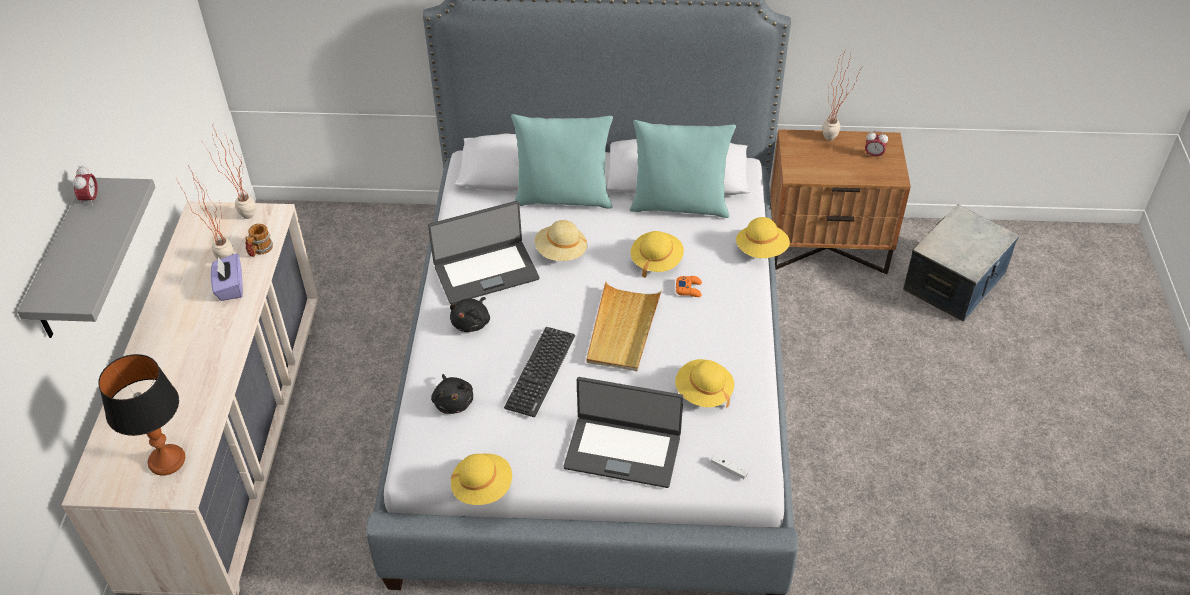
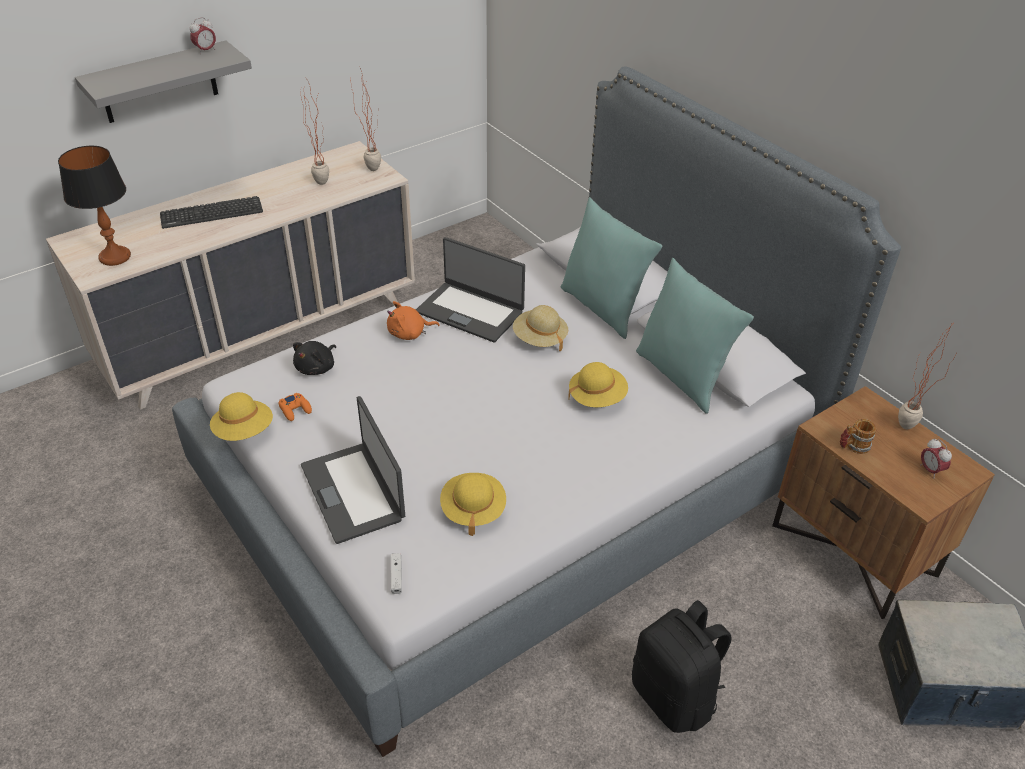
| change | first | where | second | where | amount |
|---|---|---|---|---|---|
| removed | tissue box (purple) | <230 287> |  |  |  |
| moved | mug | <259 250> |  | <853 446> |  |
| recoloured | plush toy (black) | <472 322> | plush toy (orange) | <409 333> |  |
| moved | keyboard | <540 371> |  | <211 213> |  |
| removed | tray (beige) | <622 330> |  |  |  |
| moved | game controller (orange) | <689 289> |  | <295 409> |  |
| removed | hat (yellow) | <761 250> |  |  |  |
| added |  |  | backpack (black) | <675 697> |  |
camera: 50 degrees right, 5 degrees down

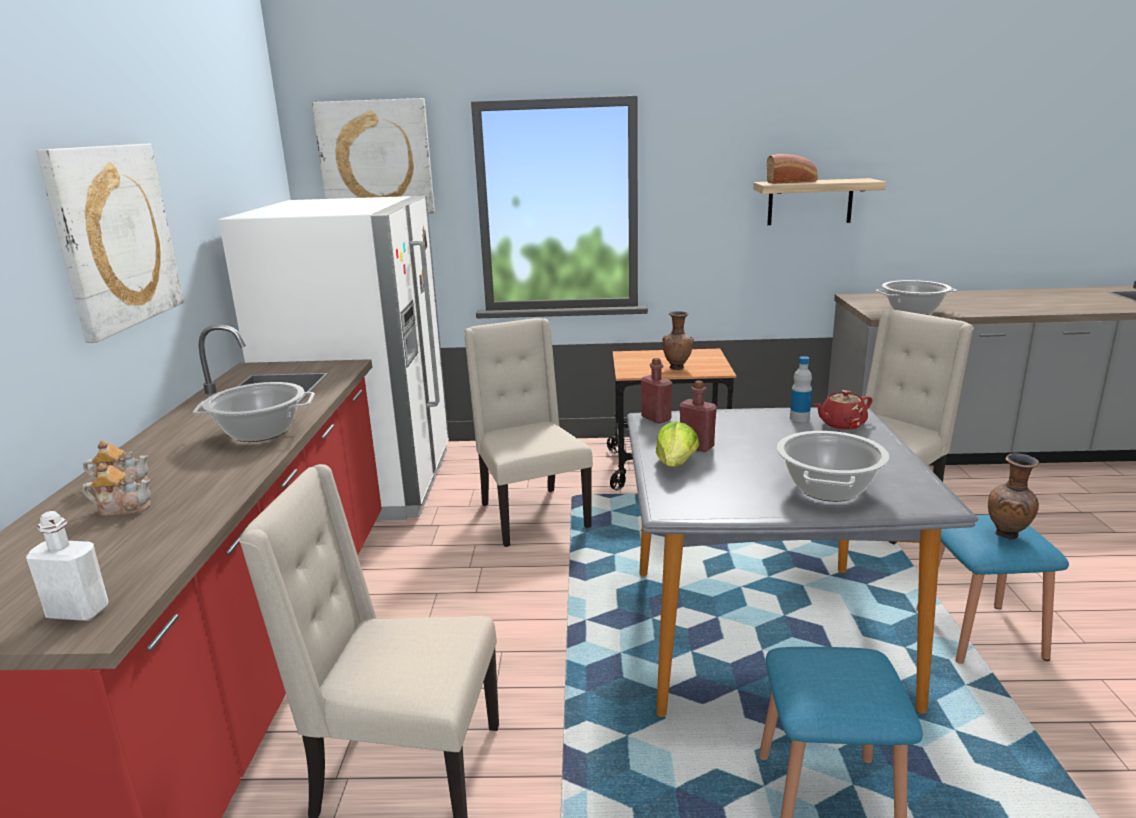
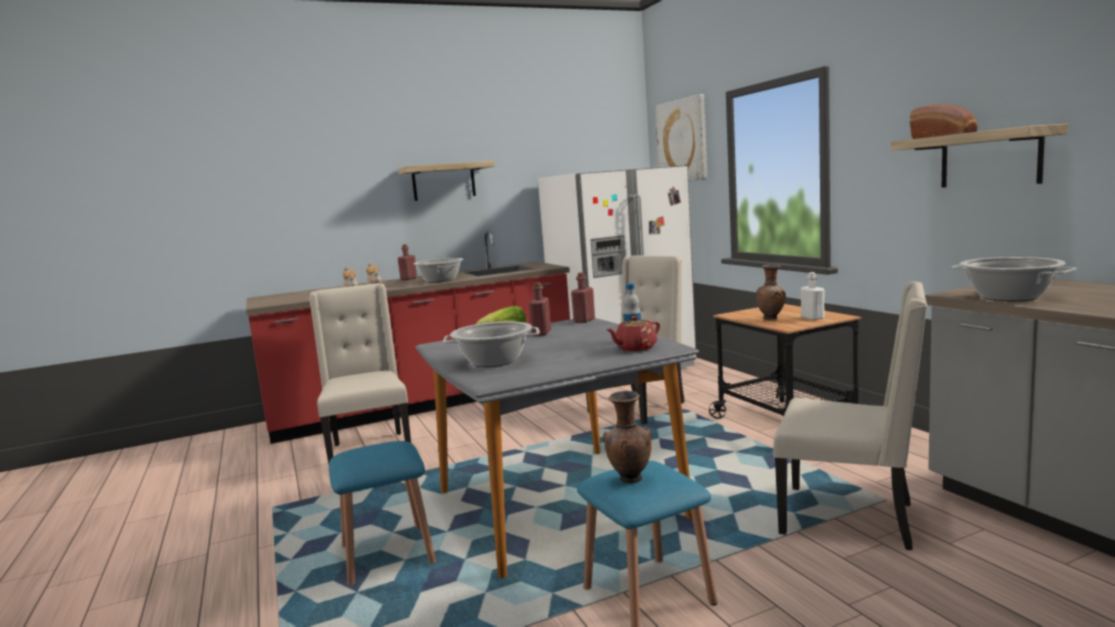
| change | first | where | second | where | amount |
|---|---|---|---|---|---|
| moved | bottle (white) | <78 612> |  | <812 318> |  |
| replaced | picture | <114 237> | shelf | <443 182> |  |
| turned | teapot (red) | <841 424> |  | <635 348> | 75 degrees counterclockwise |
| added |  |  | bottle (red) | <408 279> |  |
camera: 65 degrees right, 10 degrees down

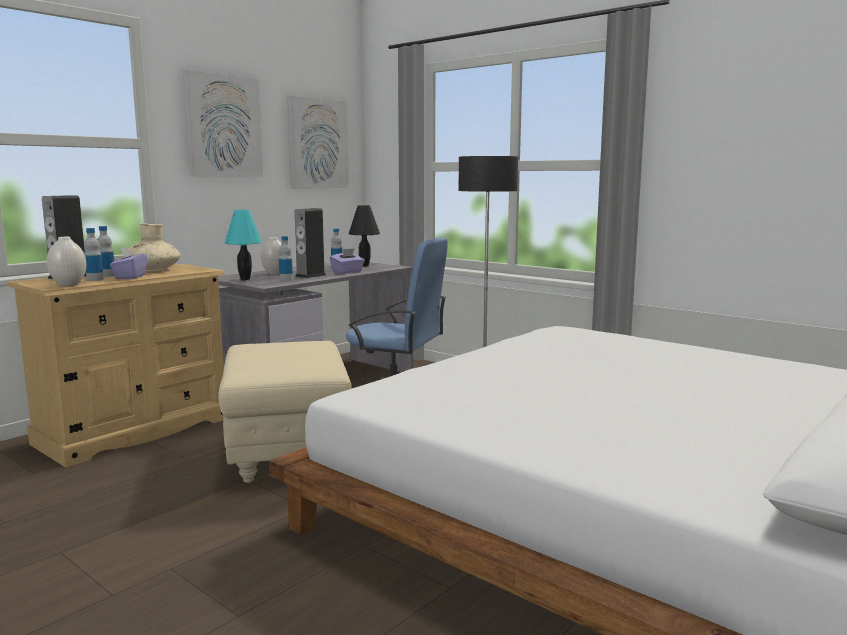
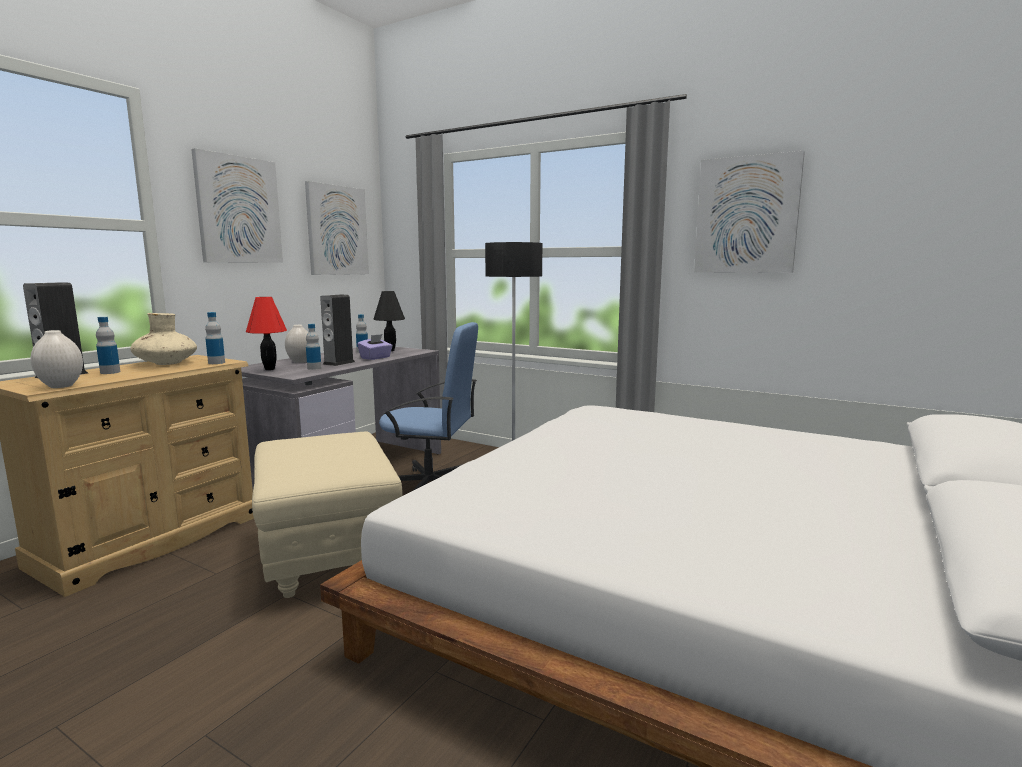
| change | first | where | second | where | amount |
|---|---|---|---|---|---|
| moved | bottle | <95 280> |  | <216 363> |  |
| removed | tissue box (purple) | <130 277> |  |  |  |
| recoloured | table lamp (turquoise) | <245 279> | table lamp (red) | <269 369> |  |
| added |  |  | picture | <746 215> |  |
camera: 10 degrees left, 0 degrees up

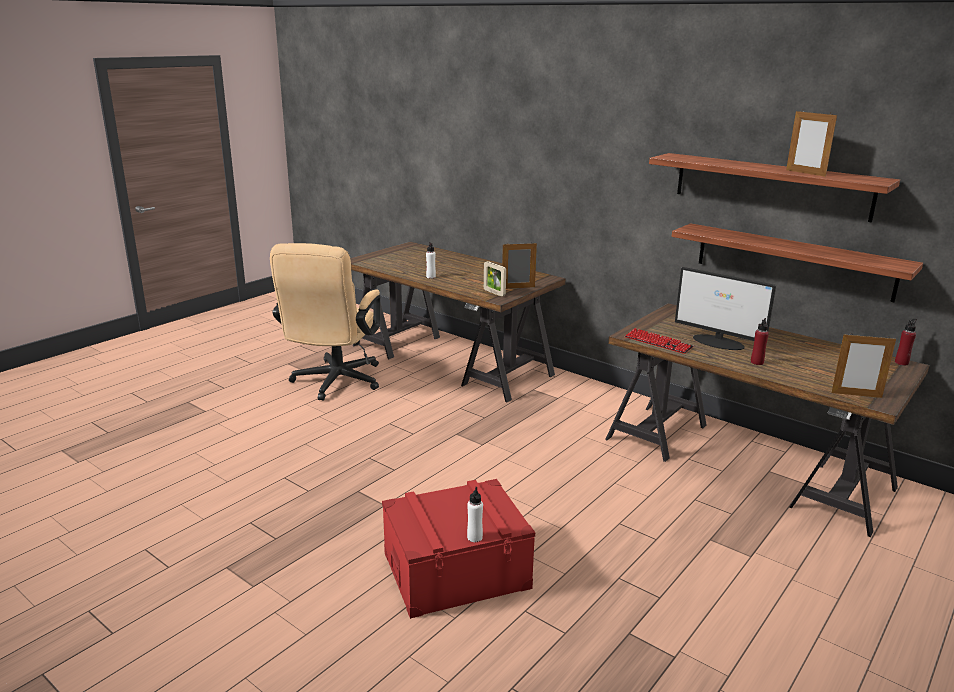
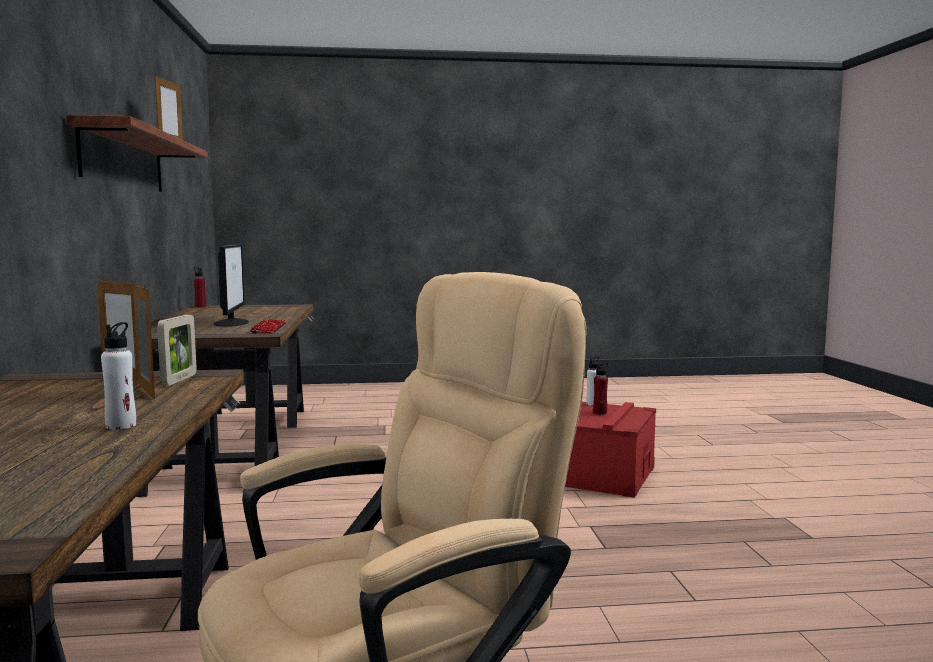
| change | first | where | second | where | amount |
|---|---|---|---|---|---|
| removed | shelf | <793 261> |  |  |  |
| moved | bottle (red) | <757 362> |  | <600 412> |  |
| moved | picture frame | <856 395> |  | <146 391> |  |
camera: 135 degrees left, 15 degrees down

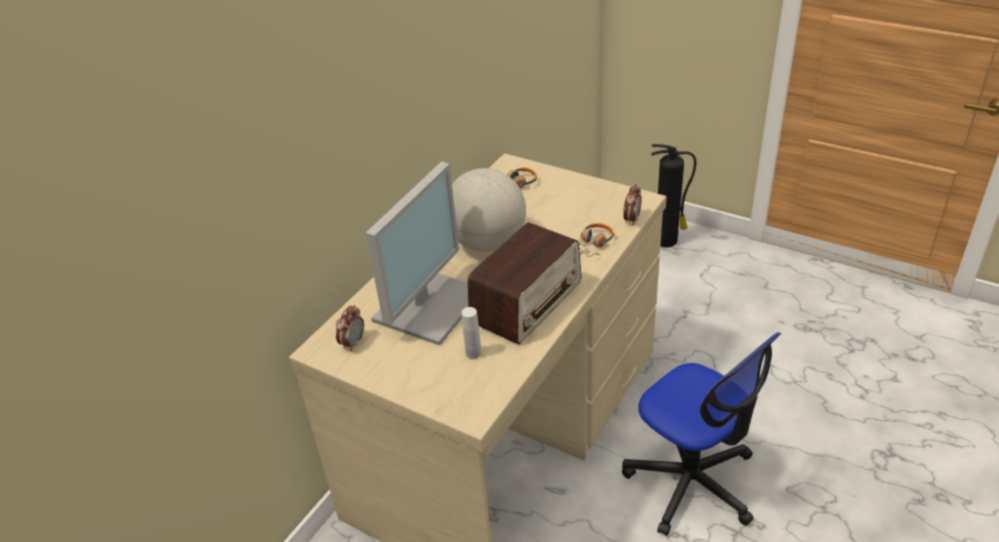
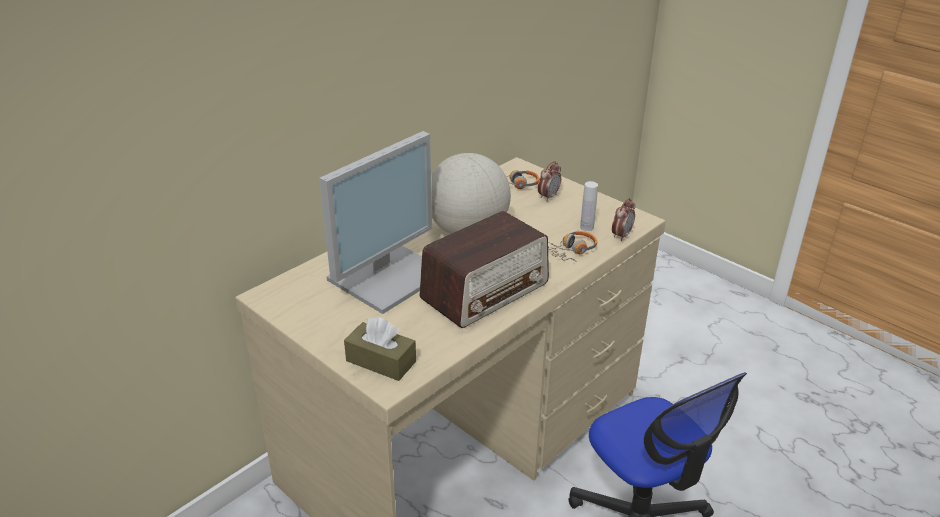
| change | first | where | second | where | amount |
|---|---|---|---|---|---|
| moved | alarm clock | <353 343> |  | <548 196> |  |
| moved | bottle (white) | <473 353> |  | <586 227> |  |
| removed | fire extinguisher | <667 240> |  |  |  |
| added |  |  | tissue box (brown) | <381 361> |  |
camera: 10 degrees right, 5 degrees down

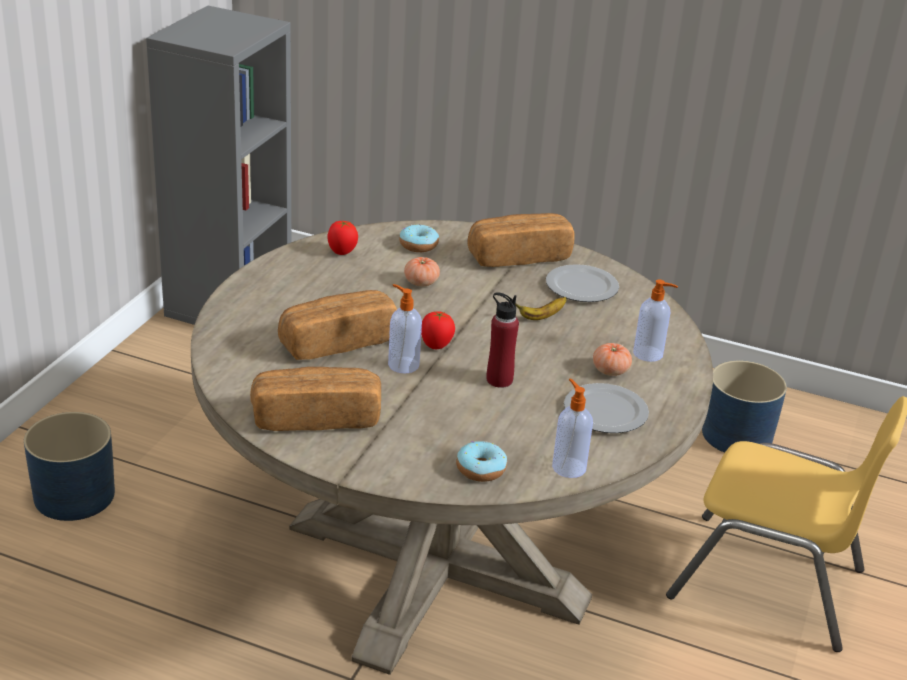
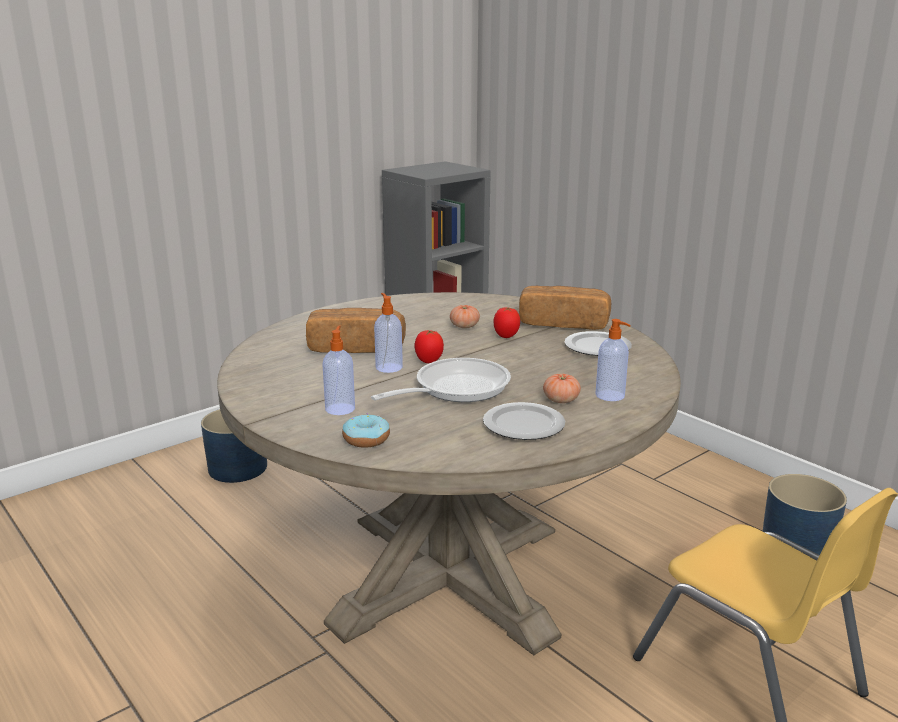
| change | first | where | second | where | amount |
|---|---|---|---|---|---|
| removed | bread | <316 417> |  |  |  |
| moved | tomato | <342 252> |  | <506 336> |  |
| removed | donut | <418 245> |  |  |  |
| replaced | bottle (red) | <499 380> | frying pan | <454 389> |  |
| removed | banana | <541 317> |  |  |  |
| moved | soap dispenser | <568 467> |  | <340 408> |  |
camera: 30 degrees right, 10 degrees down

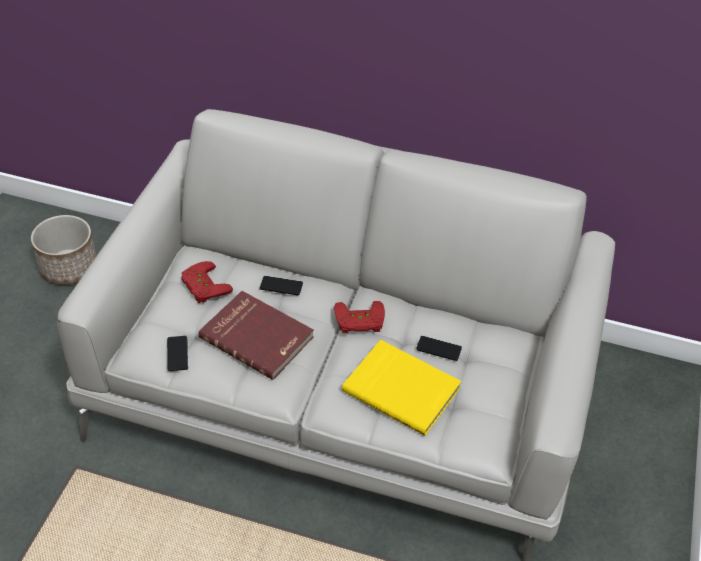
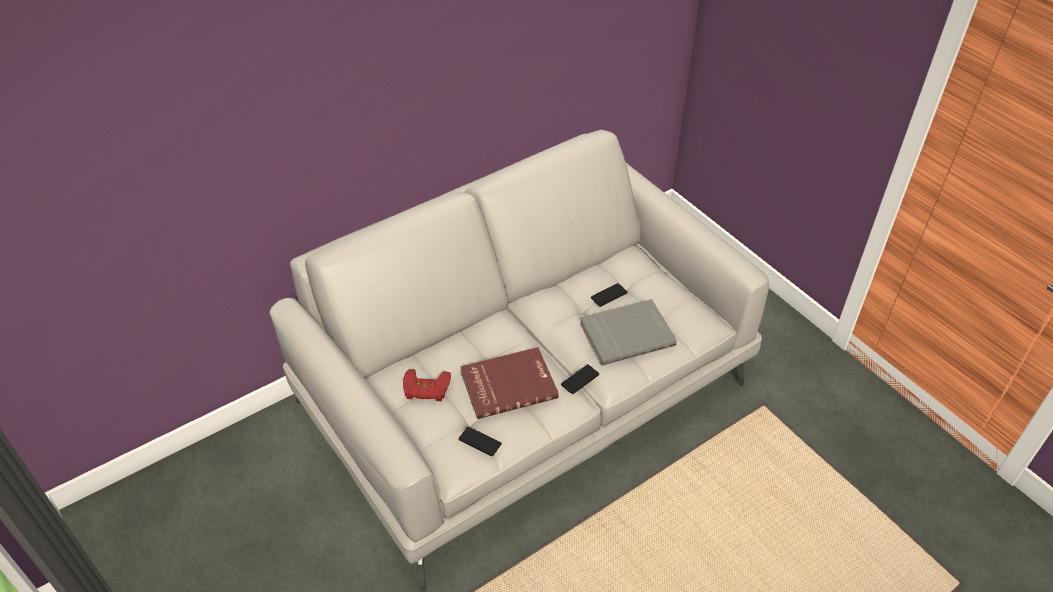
| change | first | where | second | where | amount |
|---|---|---|---|---|---|
| removed | planter | <69 267> |  |  |  |
| moved | phone | <281 286> |  | <580 379> |  |
| removed | game controller (red) | <359 322> |  |  |  |
| recoloured | book (yellow) | <402 388> | book (grey) | <626 333> |  |
camera: 50 degrees left, 0 degrees up

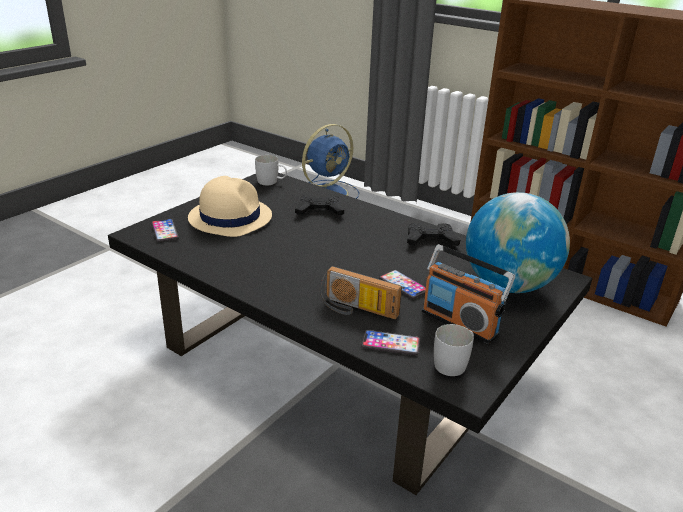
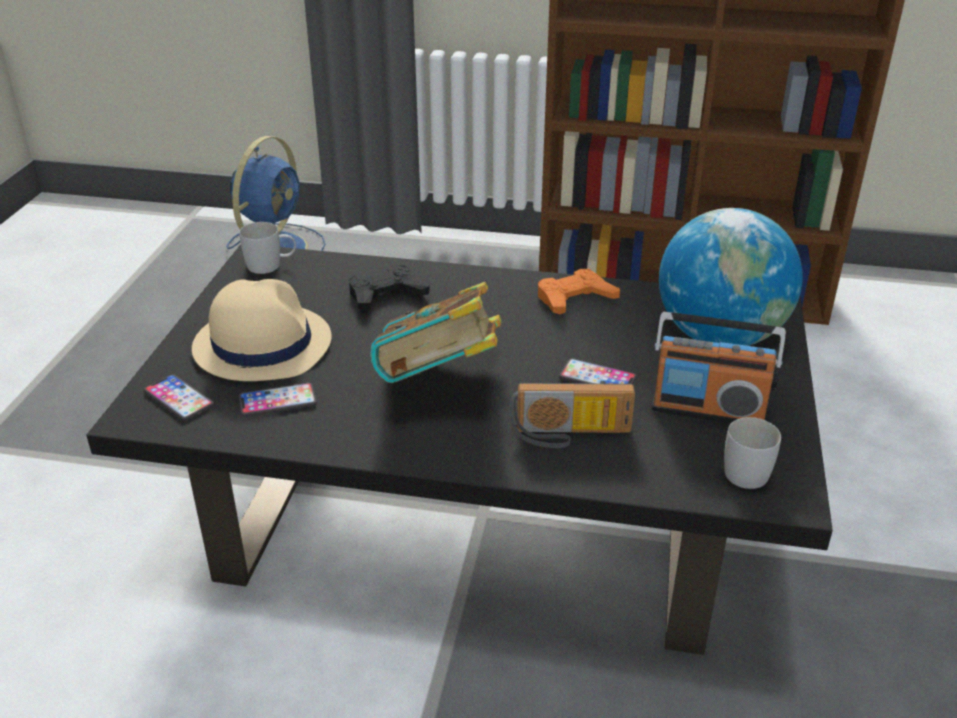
| change | first | where | second | where | amount |
|---|---|---|---|---|---|
| moved | phone | <391 344> |  | <277 401> |  |
| recoloured | game controller (black) | <431 240> | game controller (orange) | <574 298> |  |
| added |  |  | book | <440 382> |  |
camera: 25 degrees left, 5 degrees up

